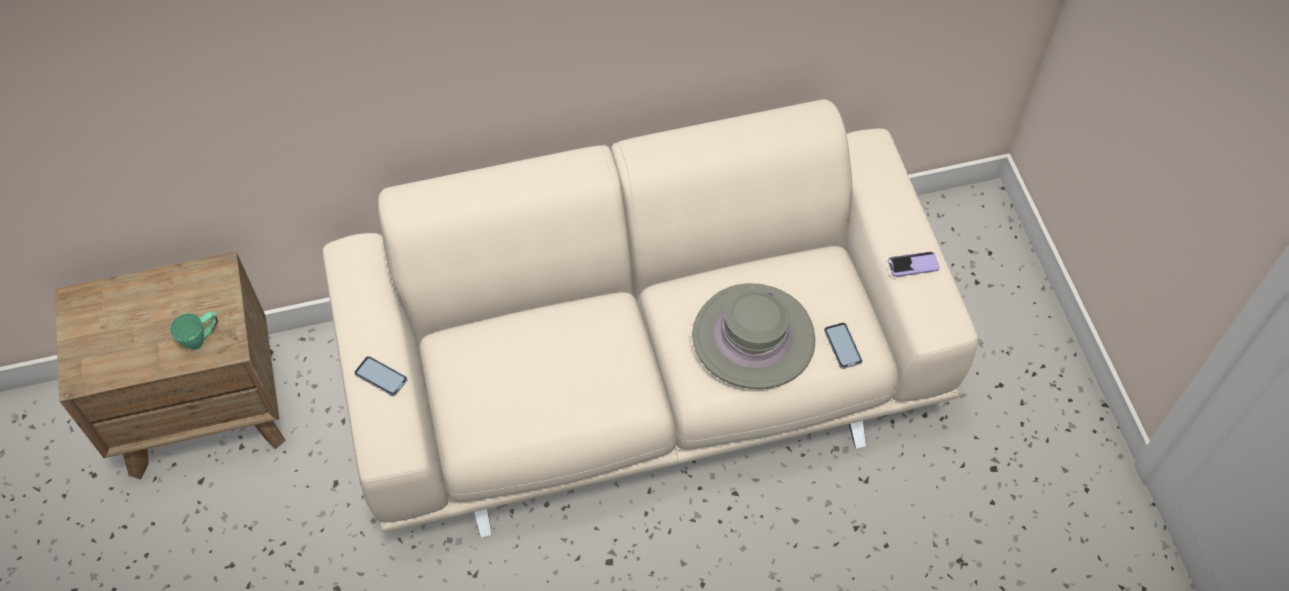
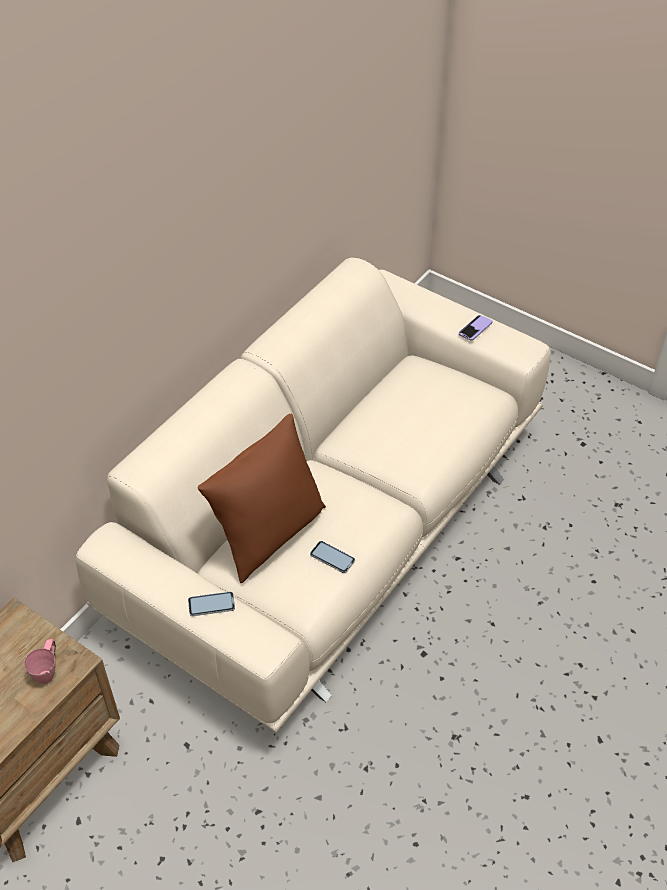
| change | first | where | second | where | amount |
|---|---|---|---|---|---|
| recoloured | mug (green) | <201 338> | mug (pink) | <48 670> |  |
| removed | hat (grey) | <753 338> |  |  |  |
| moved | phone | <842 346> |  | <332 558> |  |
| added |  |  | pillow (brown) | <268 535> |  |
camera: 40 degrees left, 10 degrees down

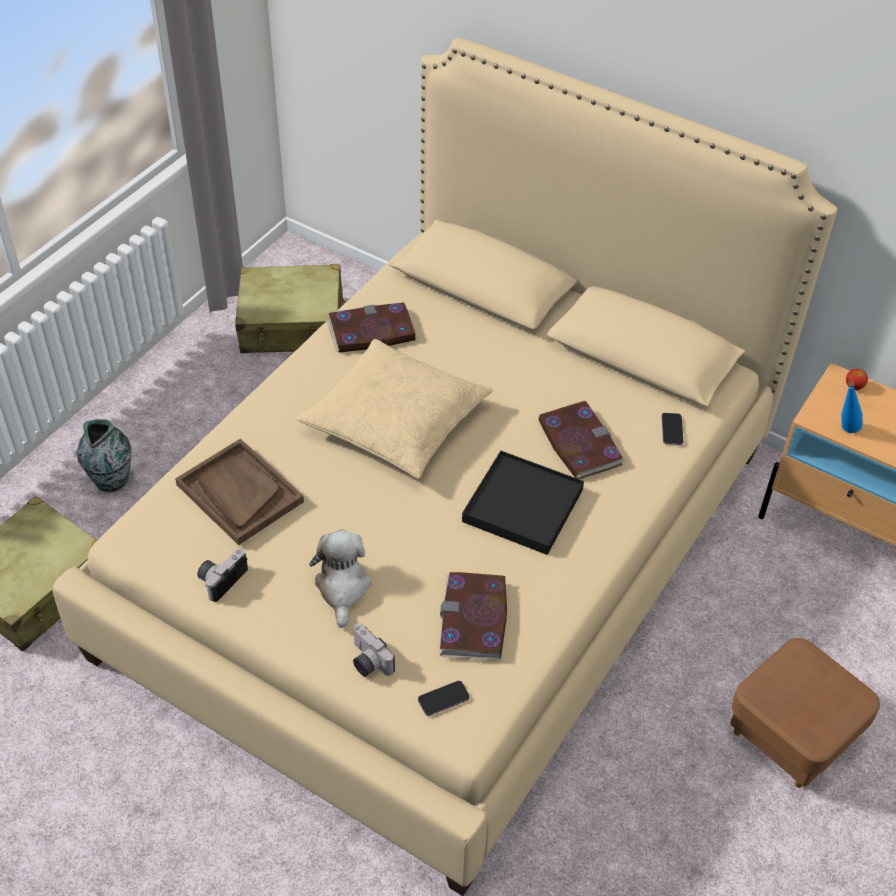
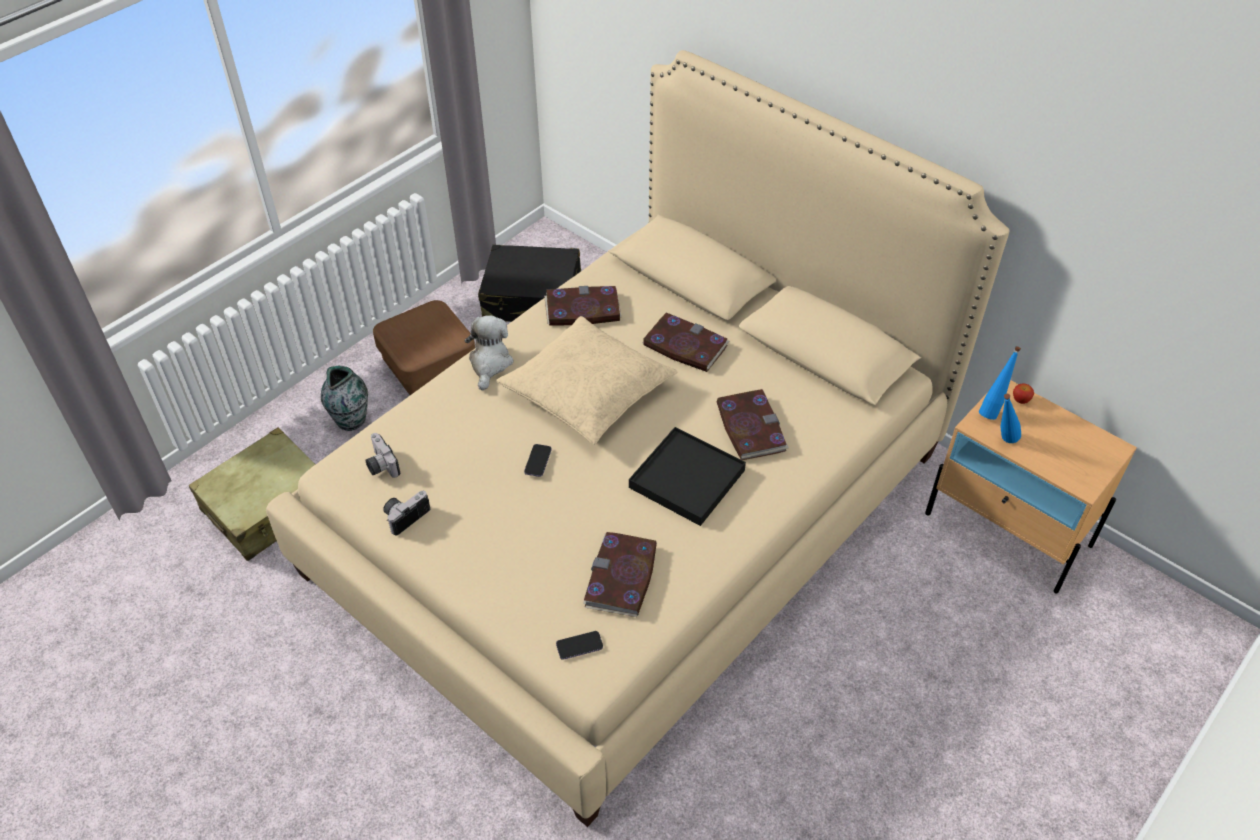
| change | first | where | second | where | amount |
|---|---|---|---|---|---|
| removed | tray (brown) | <239 493> |  |  |  |
| recoloured | suitcase (beige) | <292 324> | suitcase (black) | <533 299> |  |
| moved | plush toy | <342 588> |  | <489 363> |  |
| moved | photo camera | <367 661> |  | <380 465> |  |
| moved | phone | <672 430> |  | <538 461> |  |
| moved | ottoman (brown) | <792 735> |  | <430 372> |  |
| added |  |  | book | <684 345> |  |
| added |  |  | bottle (blue) | <992 410> |  |
camera: 10 degrees right, 0 degrees up

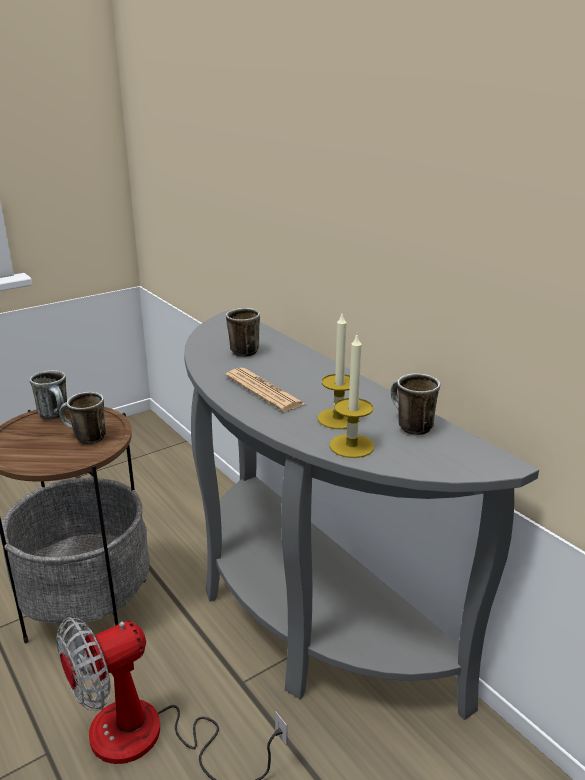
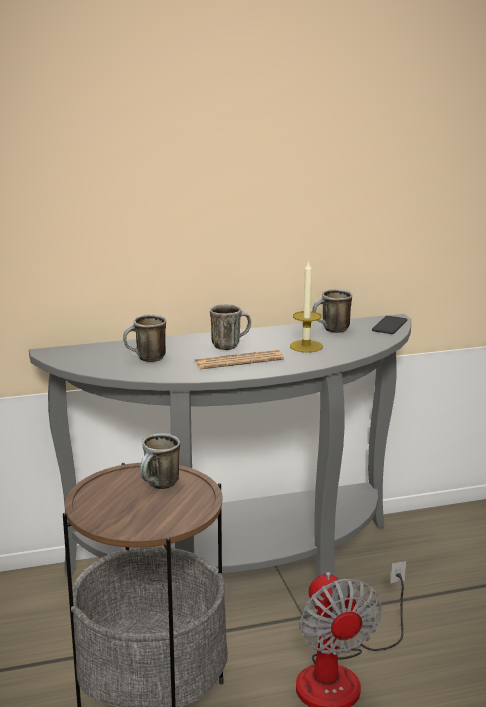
| change | first | where | second | where | amount |
|---|---|---|---|---|---|
| moved | mug | <57 415> |  | <230 345> |  |
| removed | candle | <351 446> |  |  |  |
| added |  |  | phone | <389 325> |  |
camera: 70 degrees left, 5 degrees down

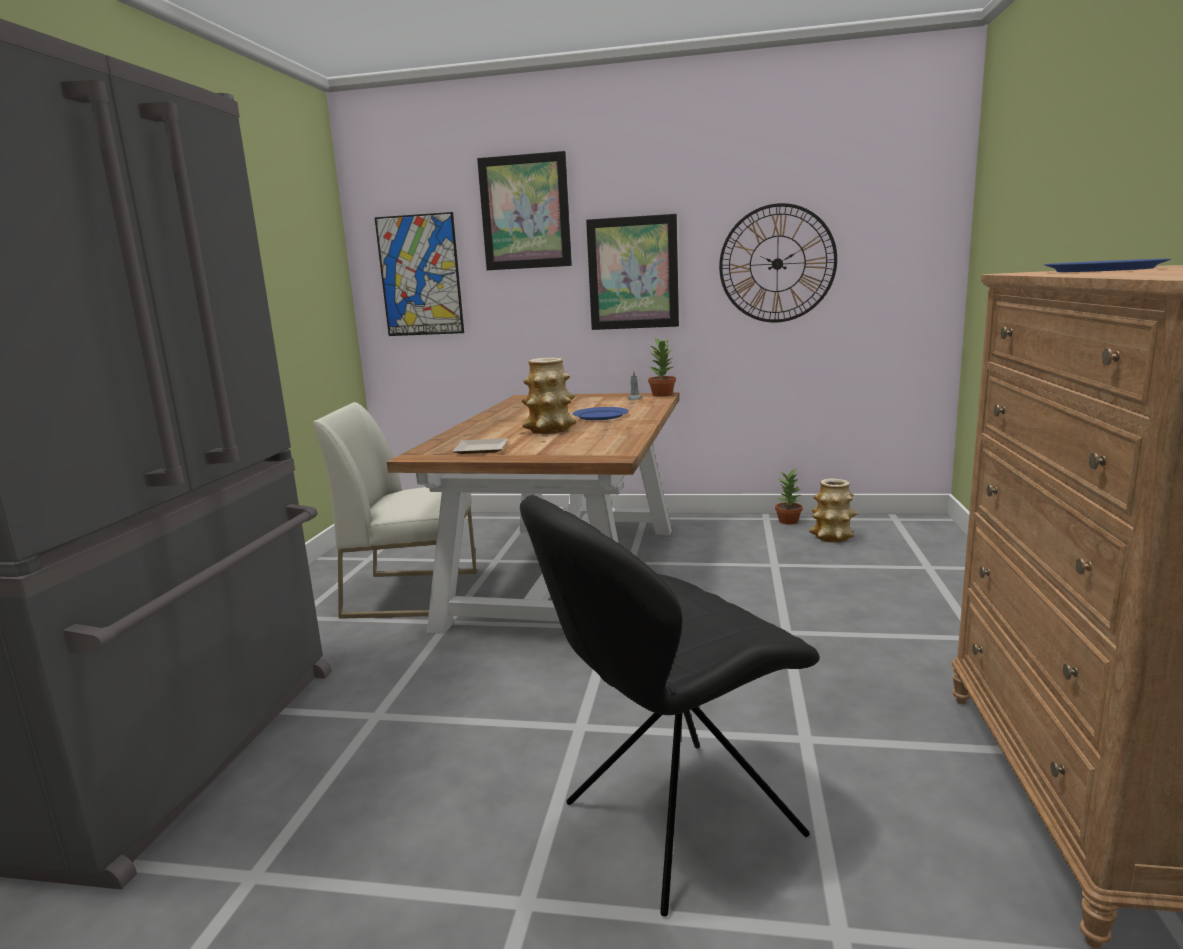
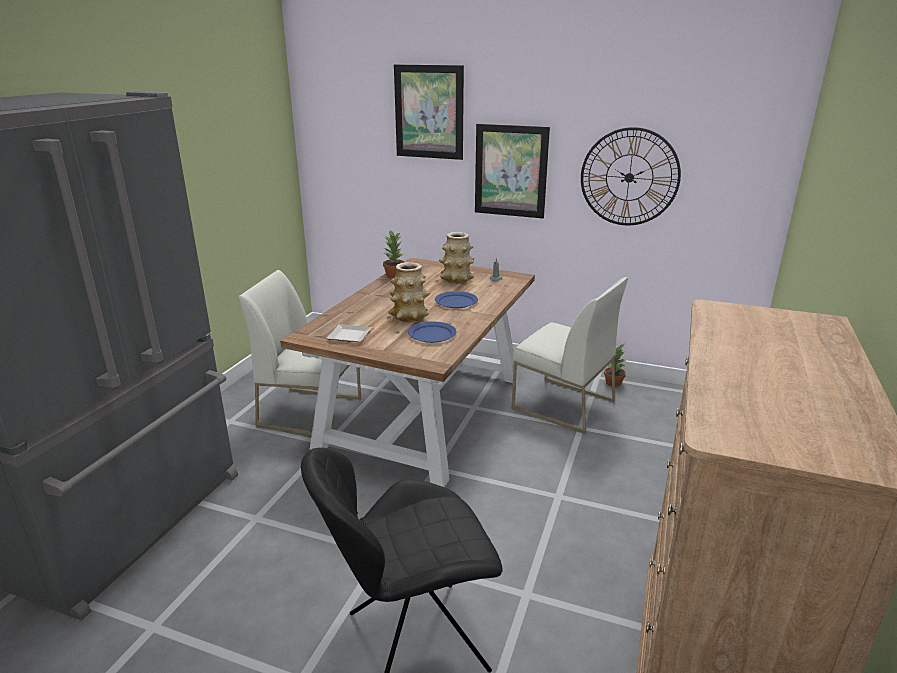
| change | first | where | second | where | amount |
|---|---|---|---|---|---|
| removed | picture | <420 275> |  |  |  |
| moved | potted plant | <662 394> |  | <394 275> |  |
| moved | vase | <832 537> |  | <456 279> |  |
| moved | plate (blue) | <1103 270> |  | <432 334> |  |
| added |  |  | chair (white) | <562 405> |  |
camera: 10 degrees right, 10 degrees up

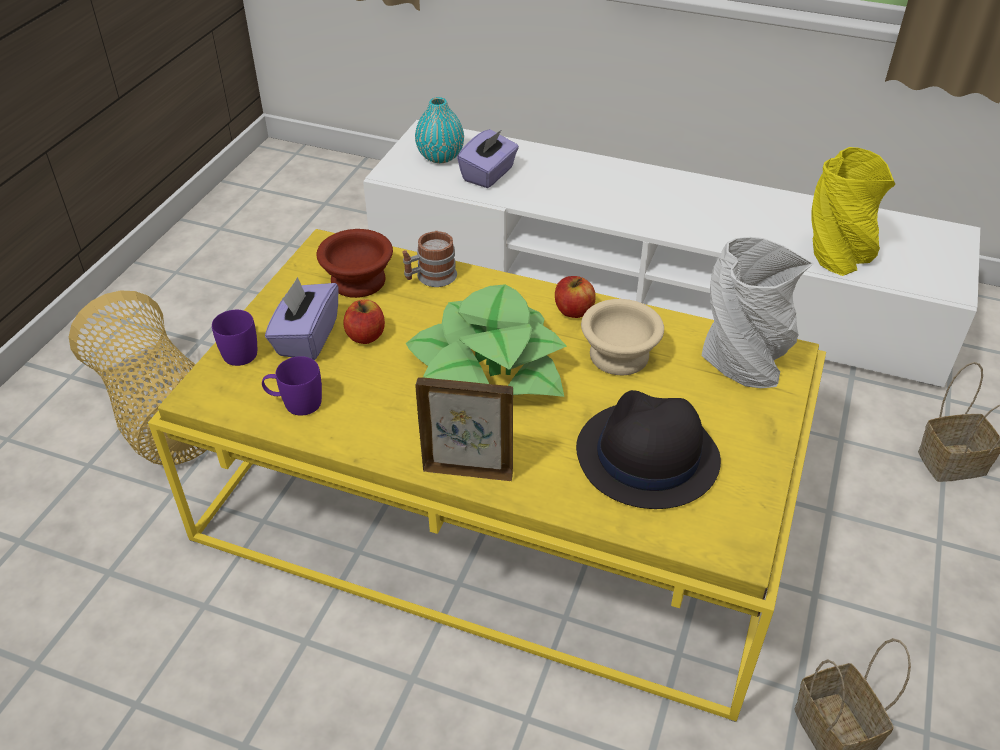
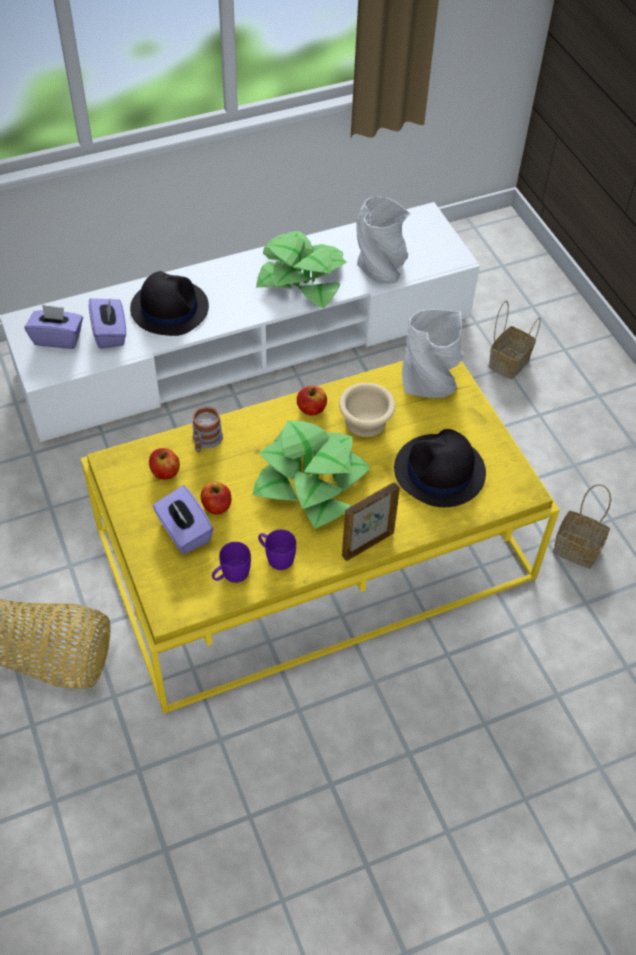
| change | first | where | second | where | amount |
|---|---|---|---|---|---|
| moved | mug (purple) | <240 349> |  | <276 556> |  |
| replaced | bowl (brown) | <360 280> | apple | <165 472> |  |
| replaced | vase (turquoise) | <440 156> | tissue box (purple) | <58 338> |  |
| recoloured | vase (yellow) | <836 256> | vase (grey) | <380 270> |  |
| added |  |  | hat (black) | <169 308> |  |
| added |  |  | potted plant | <302 276> |  |
camera: 45 degrees left, 10 degrees up

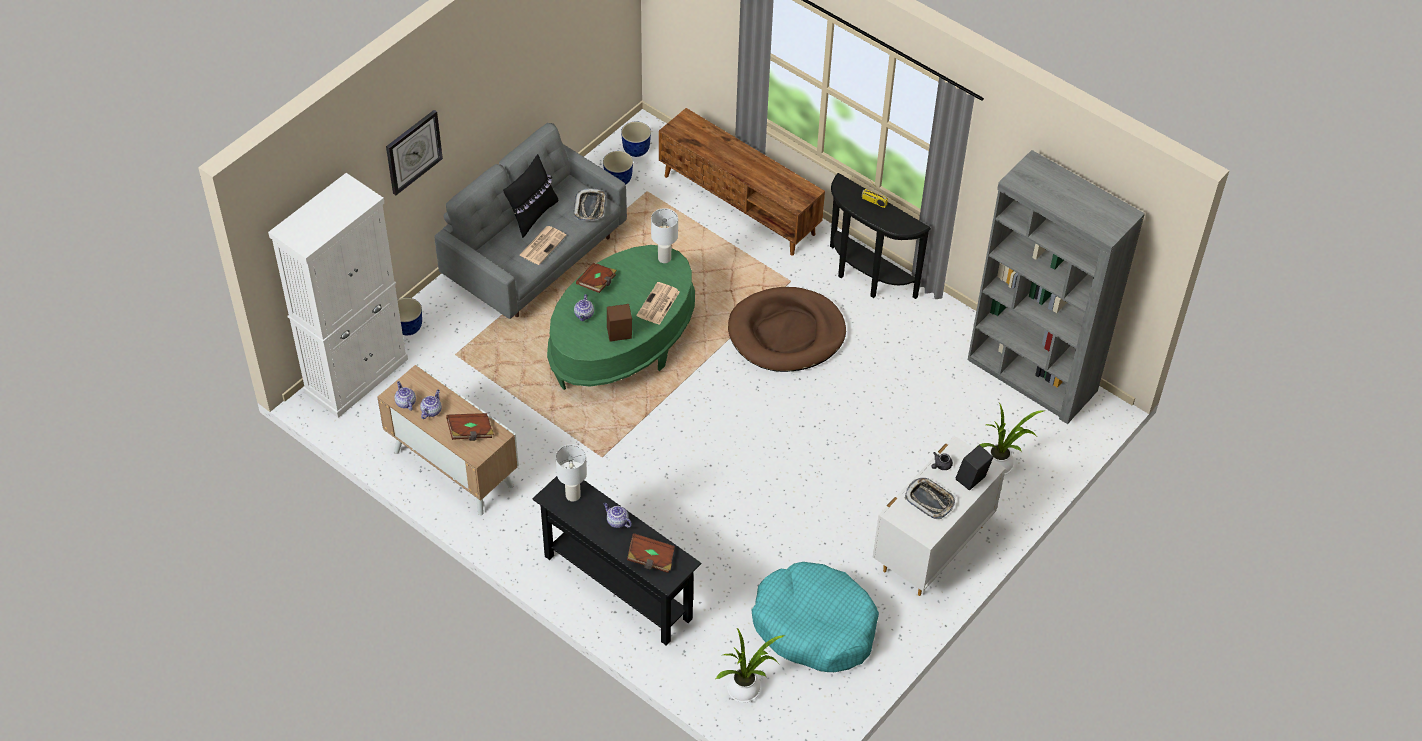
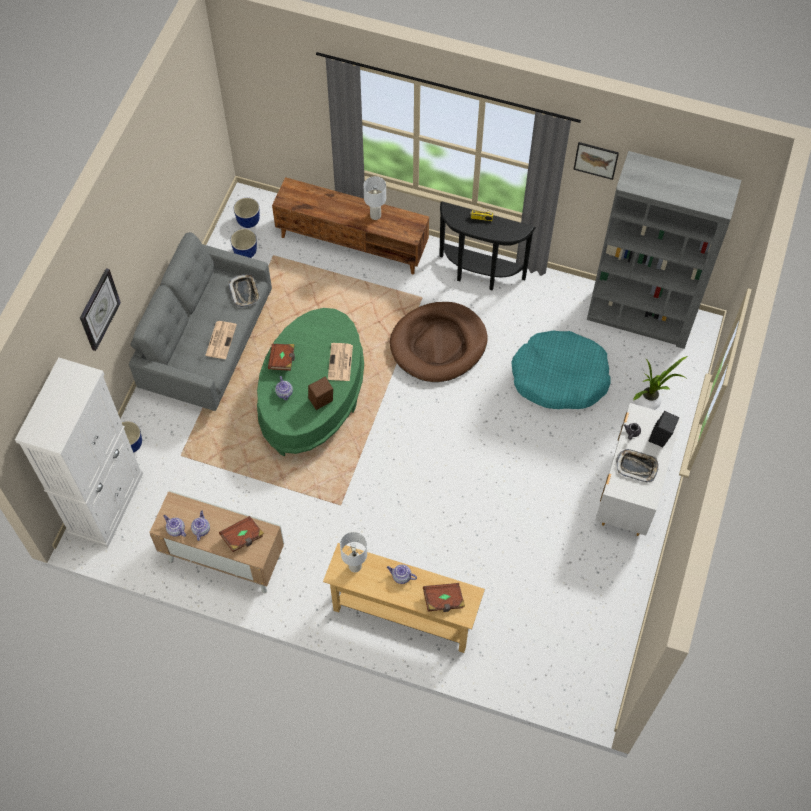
| change | first | where | second | where | amount |
|---|---|---|---|---|---|
| removed | pillow (black) | <532 215> |  |  |  |
| recoloured | console table (black) | <617 587> | console table (beige) | <403 616> |  |
| moved | table lamp (white) | <664 258> |  | <375 215> |  |
| removed | potted plant | <746 690> |  |  |  |
| moved | dog bed (turquoise) | <814 626> |  | <559 377> |  |
| added |  |  | picture | <596 160> |  |
camera: 20 degrees left, 10 degrees up

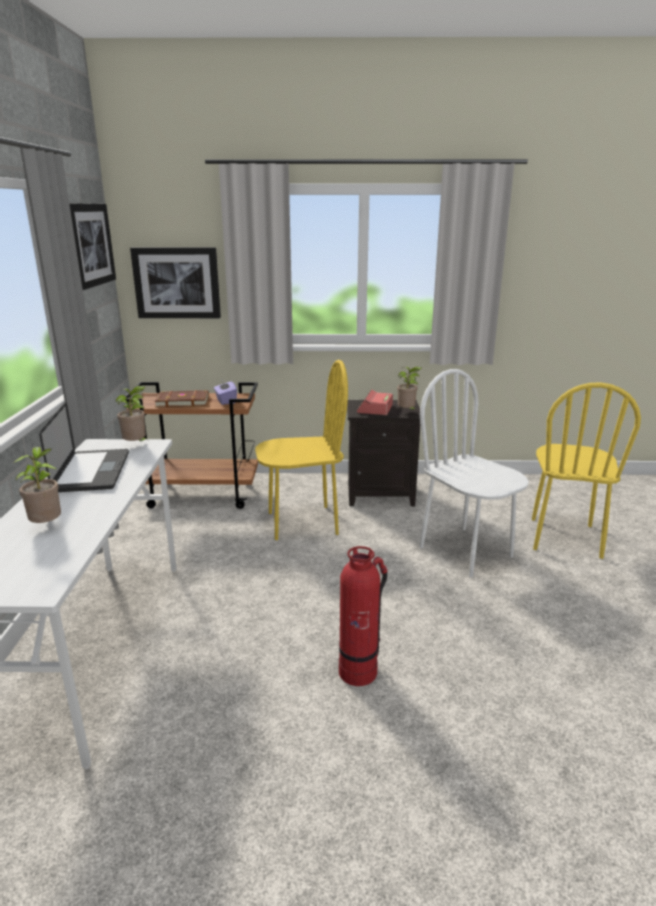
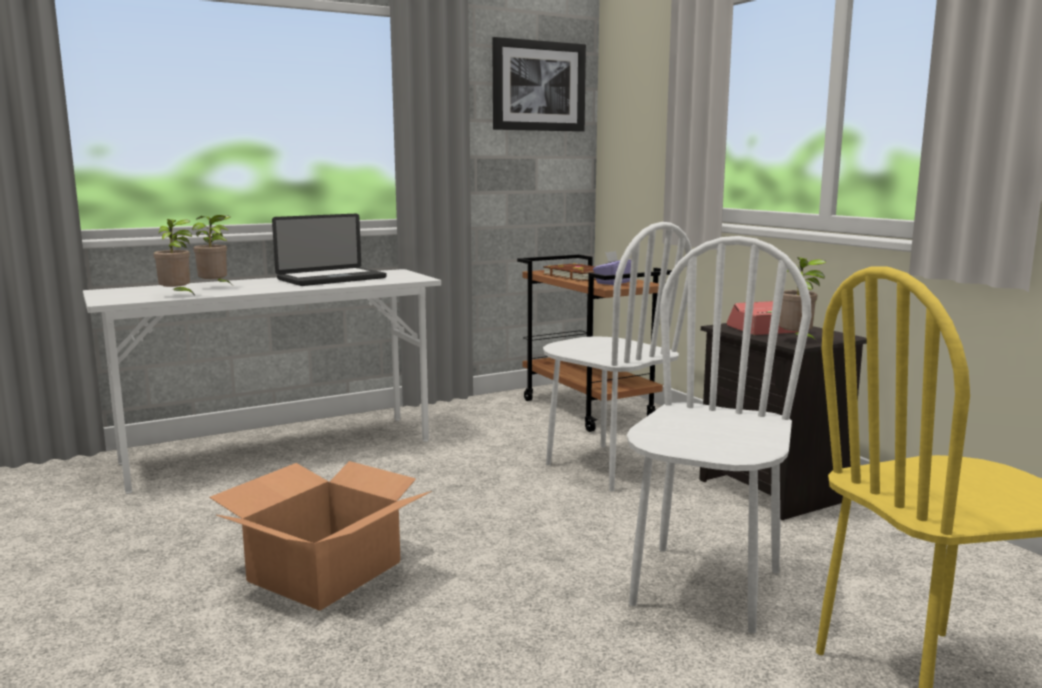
| change | first | where | second | where | amount |
|---|---|---|---|---|---|
| moved | potted plant | <137 445> |  | <177 296> |  |
| removed | picture | <177 283> |  |  |  |
| recoloured | chair (yellow) | <302 523> | chair (white) | <608 466> |  |
| replaced | fire extinguisher | <359 671> | cardboard box | <323 571> |  |
camera: 60 degrees right, 10 degrees down

